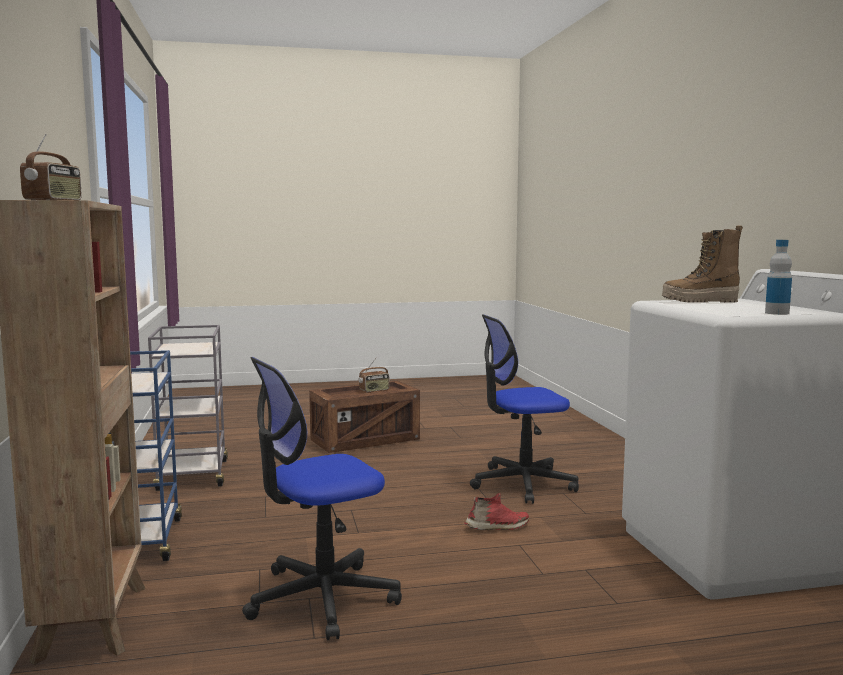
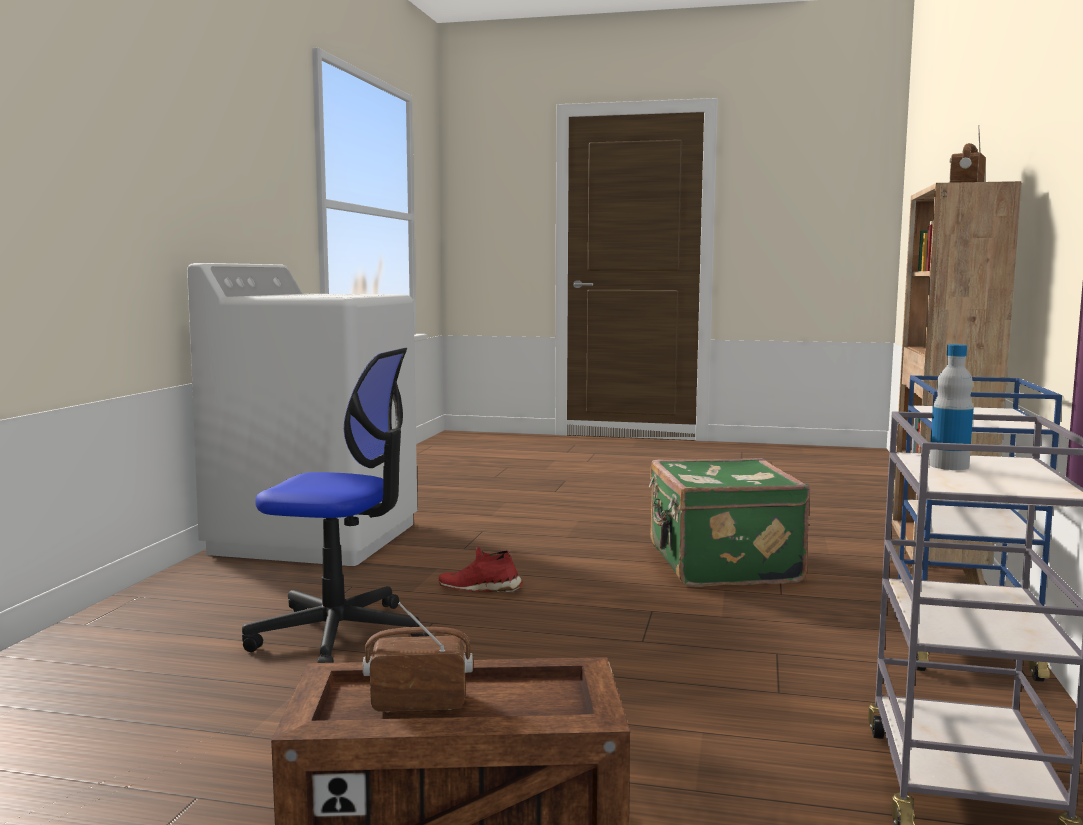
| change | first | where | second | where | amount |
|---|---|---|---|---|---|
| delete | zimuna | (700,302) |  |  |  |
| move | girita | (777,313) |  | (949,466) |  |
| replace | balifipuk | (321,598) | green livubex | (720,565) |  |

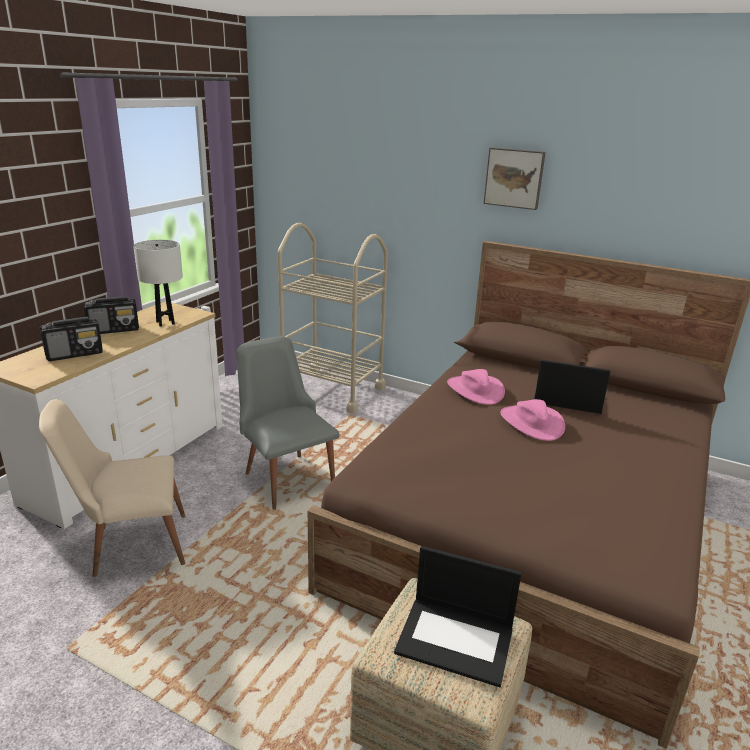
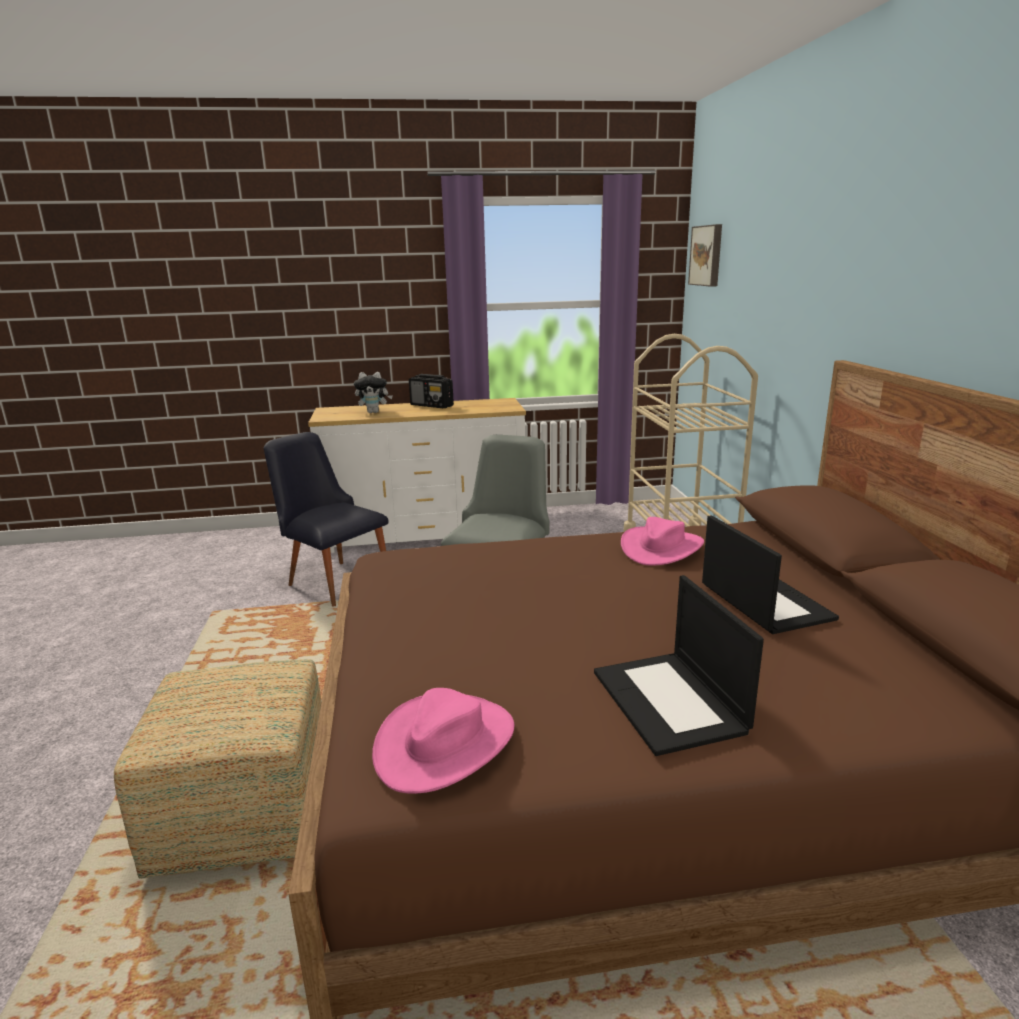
| change | first | where | second | where | amount |
|---|---|---|---|---|---|
| delete | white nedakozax | (165,323) |  |  |  |
| move | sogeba | (456,640) |  | (670,702) |  |
| move | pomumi | (514,178) |  | (707,255) |  |
| move | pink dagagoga | (531,423) |  | (445,742) |  |
| replace | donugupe | (75,354) | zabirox | (374,412) |  |
| recolor | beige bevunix | (129,545) | black bevunix | (333,580) |  |

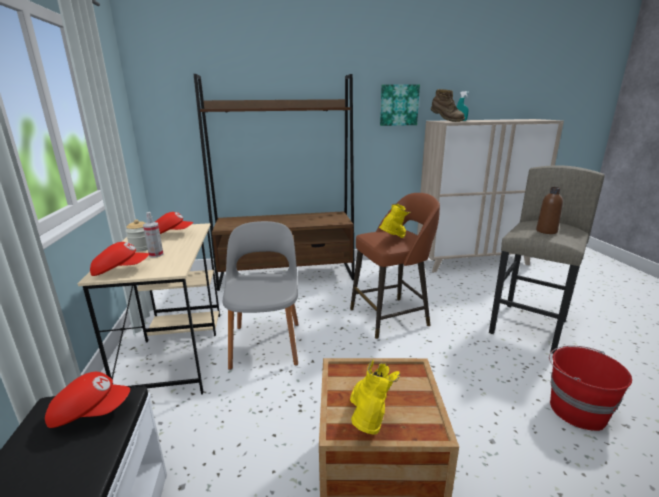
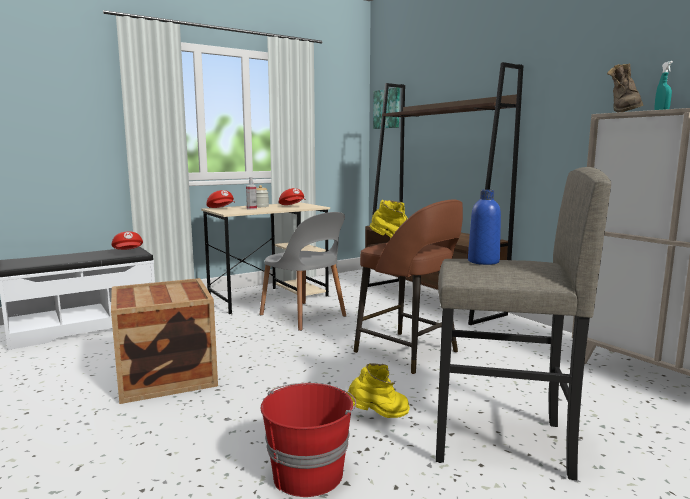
| change | first | where | second | where | amount |
|---|---|---|---|---|---|
| move | yellow zimuna | (369,421) |  | (378,416) |  |
| move | pomumi | (398,105) |  | (387,109) |  |
| recolor | brown girita | (546,231) | blue girita | (483,261) |  |
| rotate | grey bevunix | (266,343) |  | (304,316) | 75 degrees clockwise |

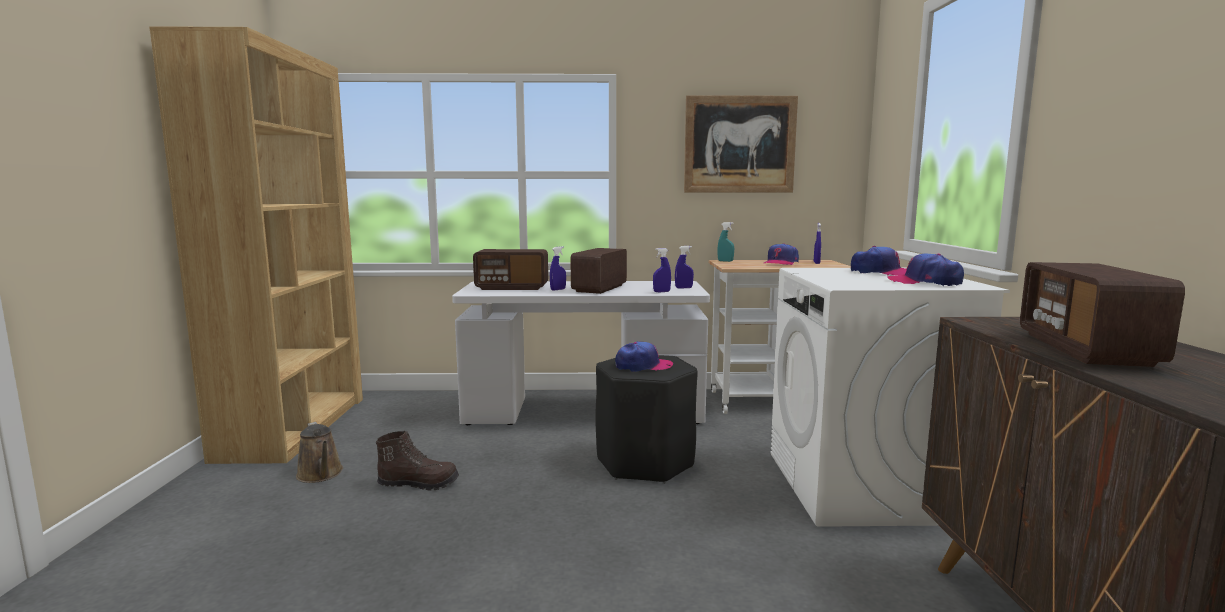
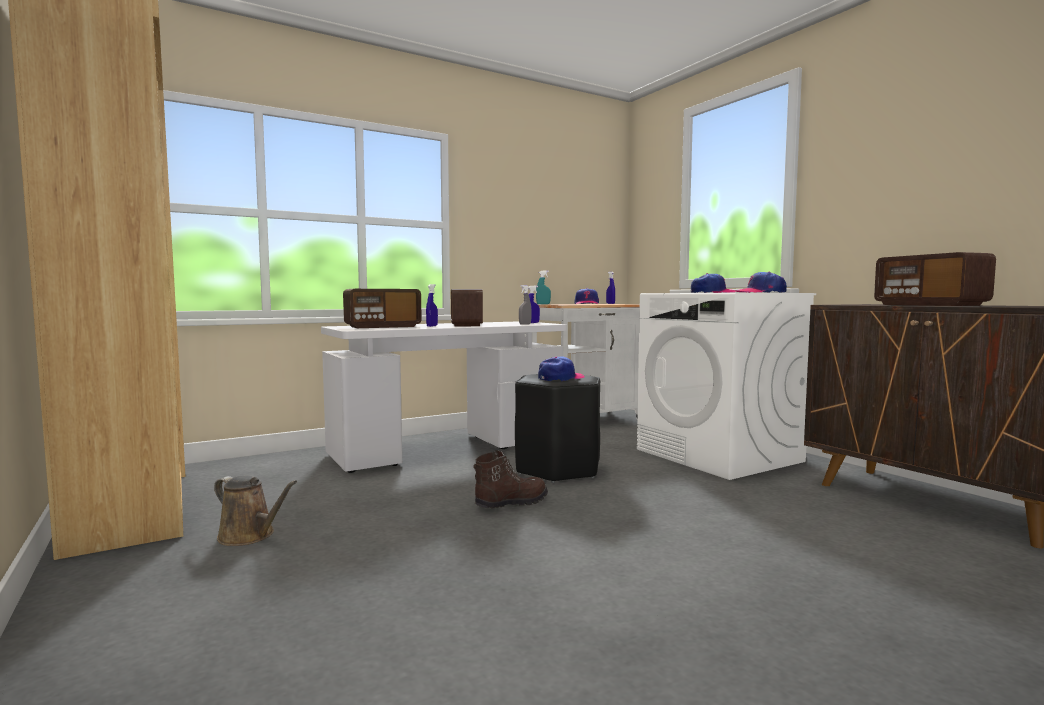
| change | first | where | second | where | amount |
|---|---|---|---|---|---|
| delete | pomumi | (739,144) |  |  |  |
| move | brown zimuna | (419,483) |  | (511,503) |  |
| recolor | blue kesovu | (661,292) | grey kesovu | (525,324) |  |

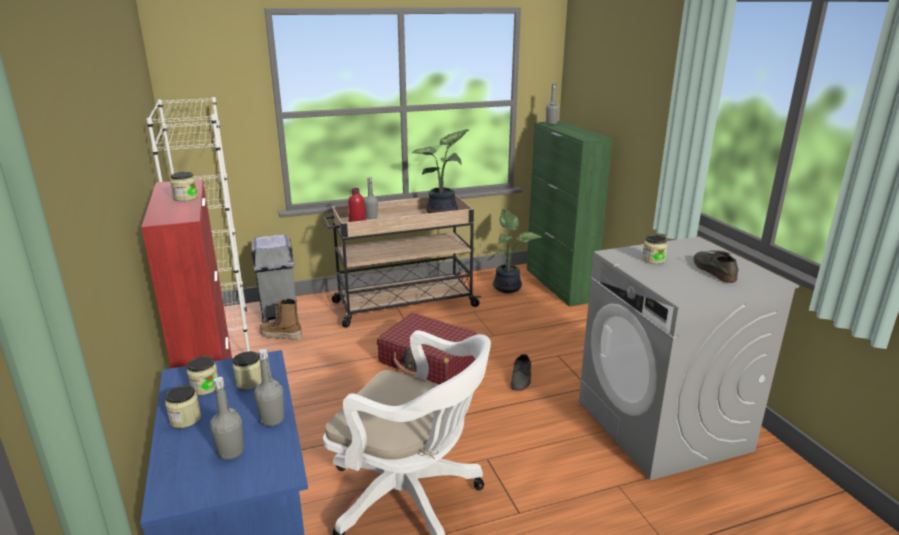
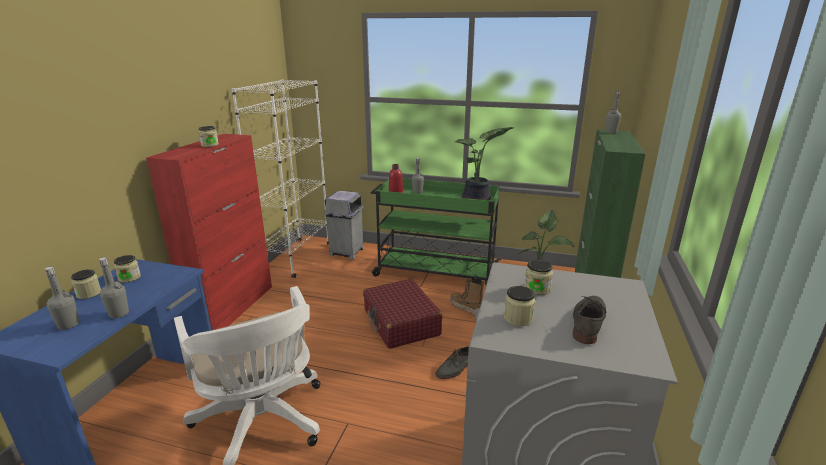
| change | first | where | second | where | amount |
|---|---|---|---|---|---|
| move | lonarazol | (249,382) |  | (518,318) |  |
| move | zimuna | (281,336) |  | (466,308) |  |
| recolor | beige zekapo | (403,304) | green zekapo | (434,272) |  |

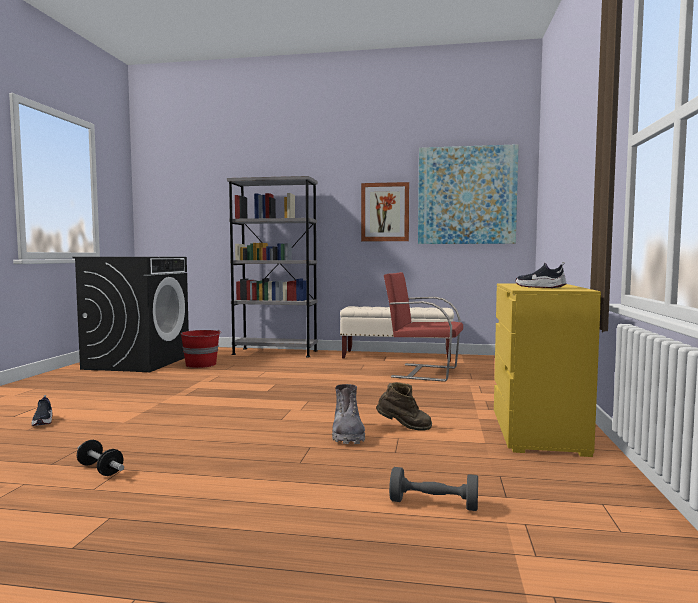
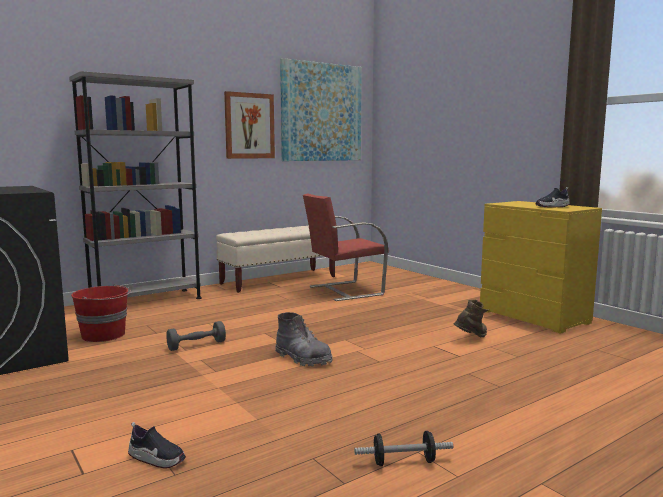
| change | first | where | second | where | amount |
|---|---|---|---|---|---|
| move | grey zimuna | (347,434) |  | (303,358) |  |
| move | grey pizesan | (433,504) |  | (196,345) |  |

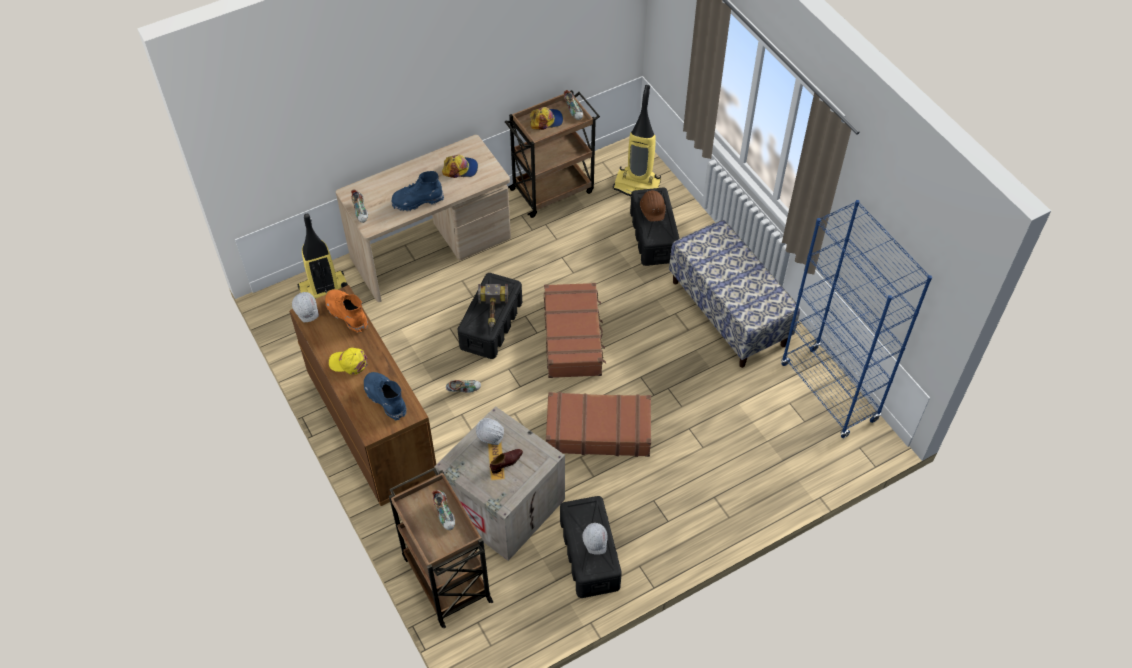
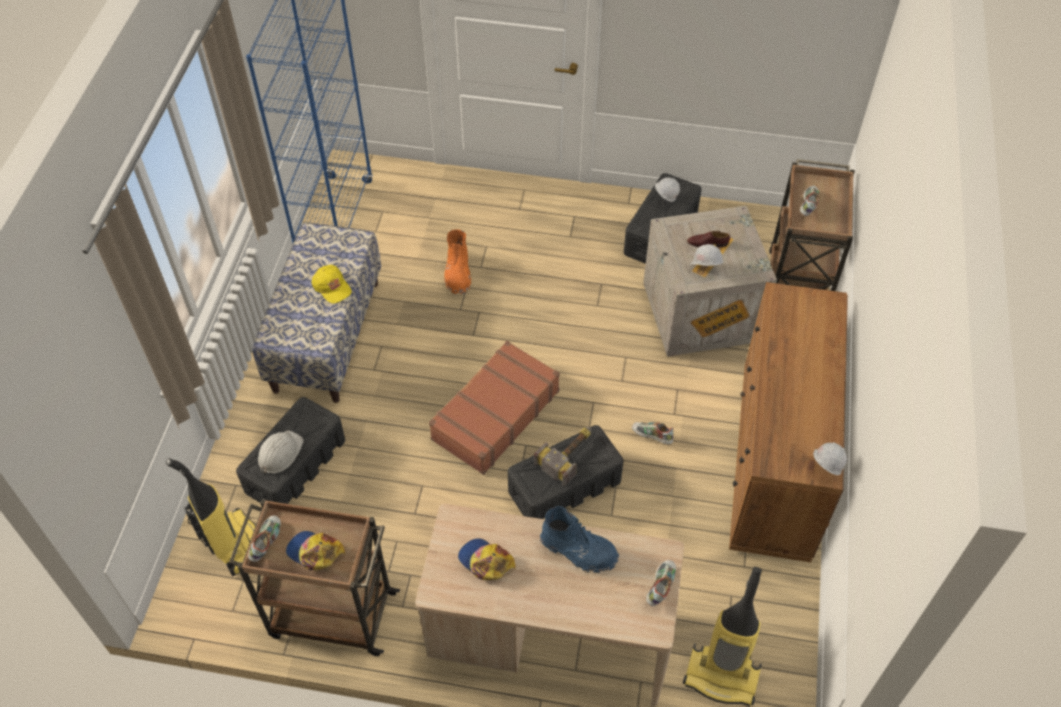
| change | first | where | second | where | amount |
|---|---|---|---|---|---|
| delete | blue zimuna | (385,399) |  |  |  |
| delete | brown livubex | (598,430) |  |  |  |
| move | orange zimuna | (347,314) |  | (458,273) |  |
| move | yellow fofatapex | (349,363) |  | (332,287) |  |
| recolor | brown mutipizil | (653,208) | white mutipizil | (280,453) |  |

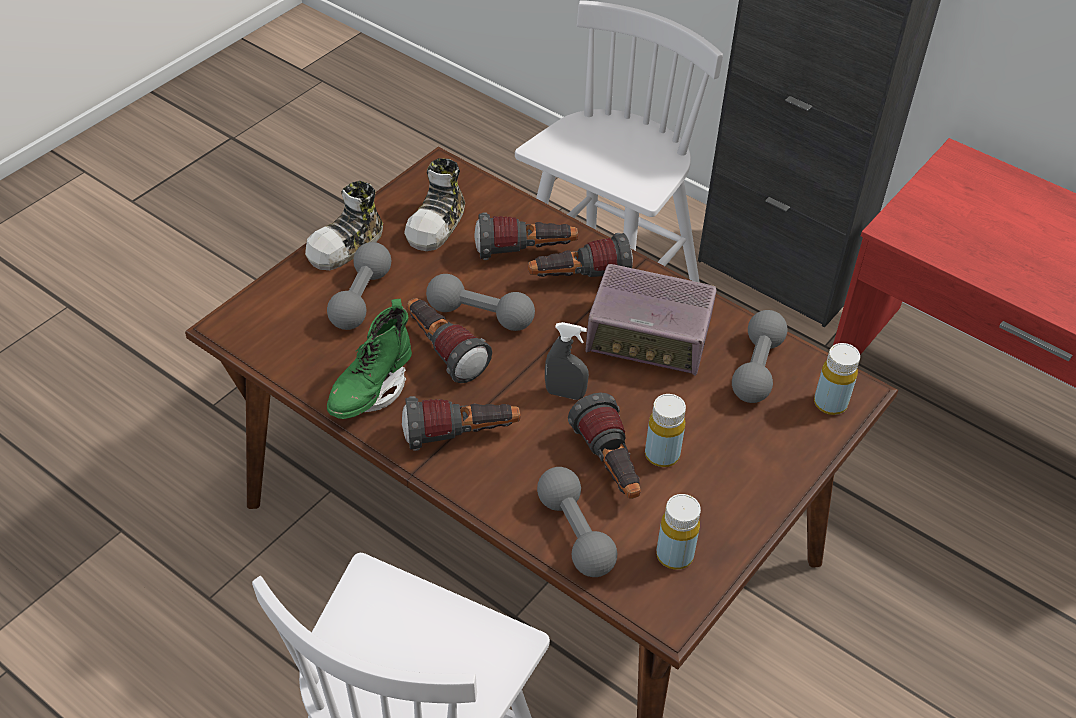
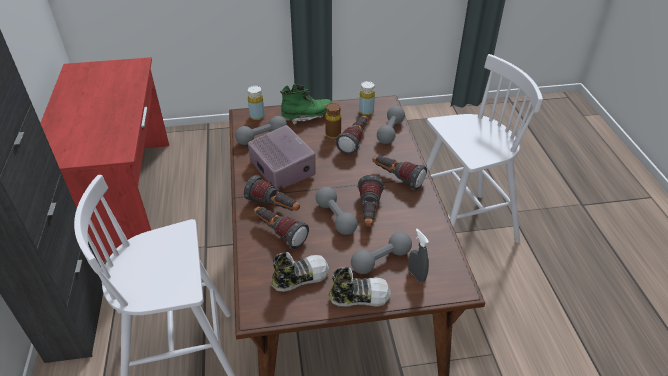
| change | first | where | second | where | amount |
|---|---|---|---|---|---|
| move | green zimuna | (371,390) |  | (307,116) |  |
| move | grey kesovu | (565,393) |  | (416,275) |  |
| recolor | yellow girita | (662,455) | brown girita | (333,134) |  |

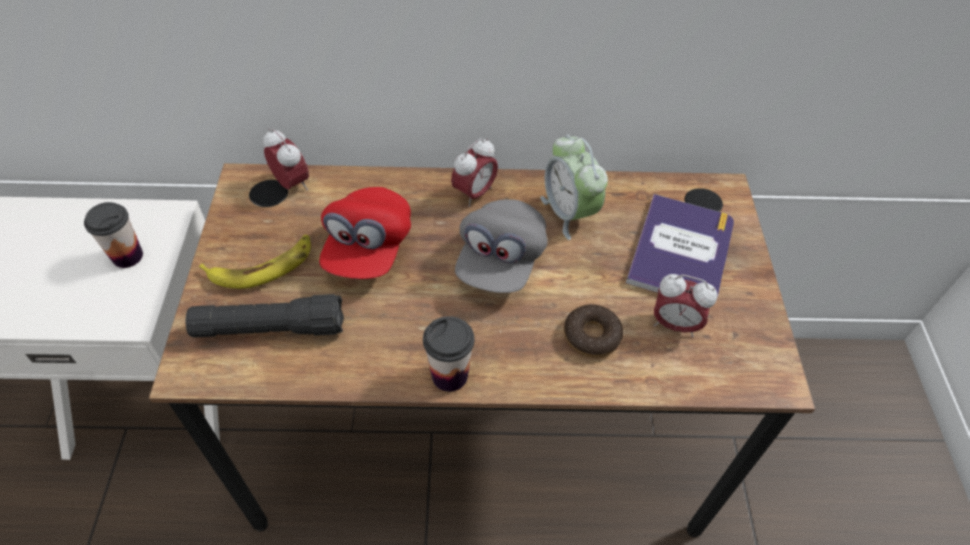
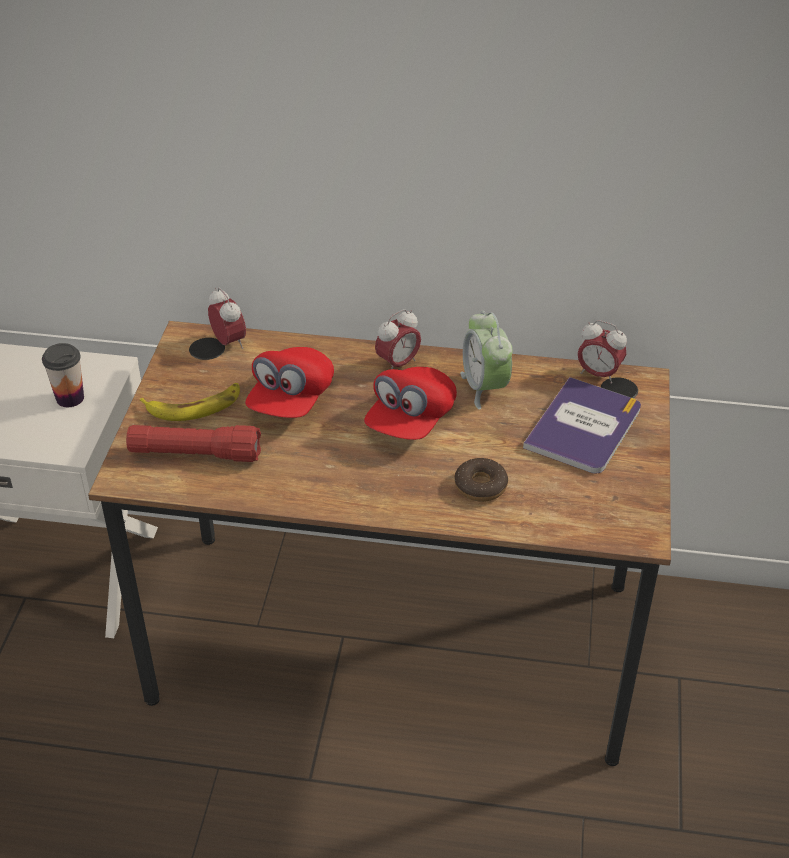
| change | first | where | second | where | amount |
|---|---|---|---|---|---|
| delete | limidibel | (449,375) |  |  |  |
| move | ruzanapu | (674,324) |  | (598,374) |  |
| recolor | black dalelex | (270,329) | red dalelex | (195,454) |  |
| recolor | grey fofatapex | (500,261) | red fofatapex | (410,420) |  |

